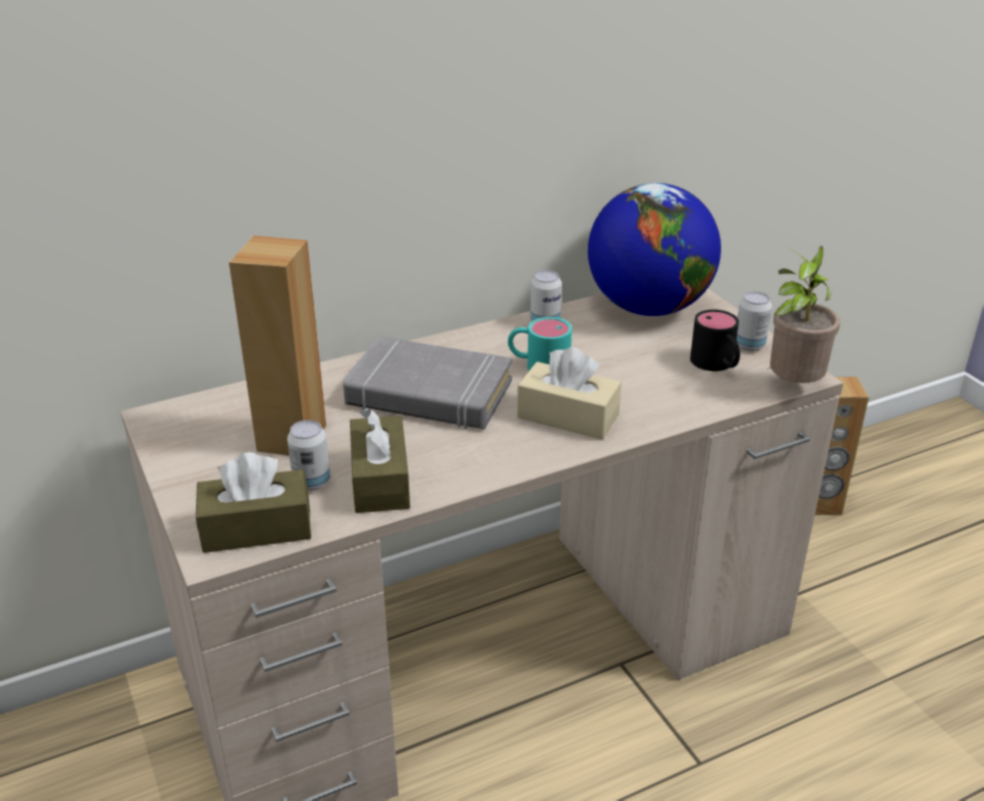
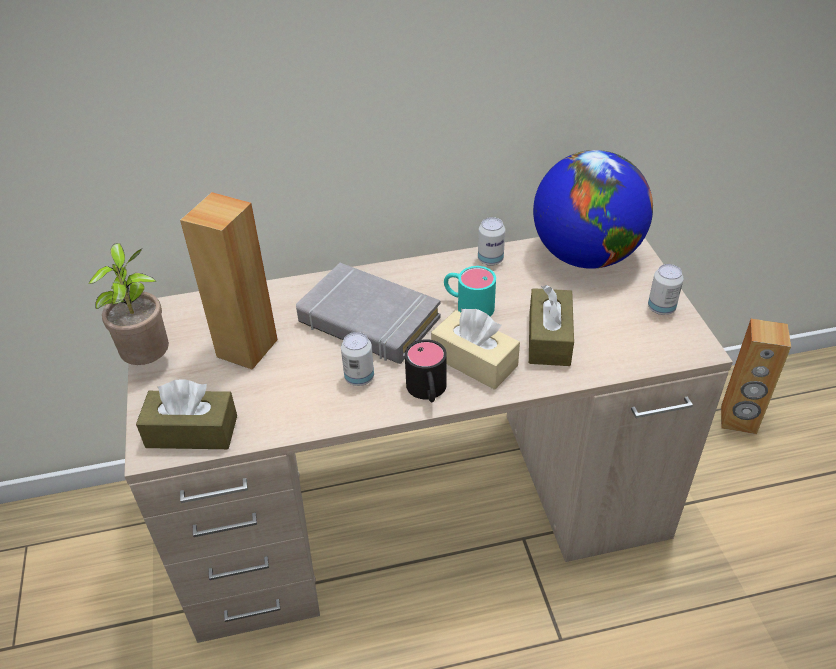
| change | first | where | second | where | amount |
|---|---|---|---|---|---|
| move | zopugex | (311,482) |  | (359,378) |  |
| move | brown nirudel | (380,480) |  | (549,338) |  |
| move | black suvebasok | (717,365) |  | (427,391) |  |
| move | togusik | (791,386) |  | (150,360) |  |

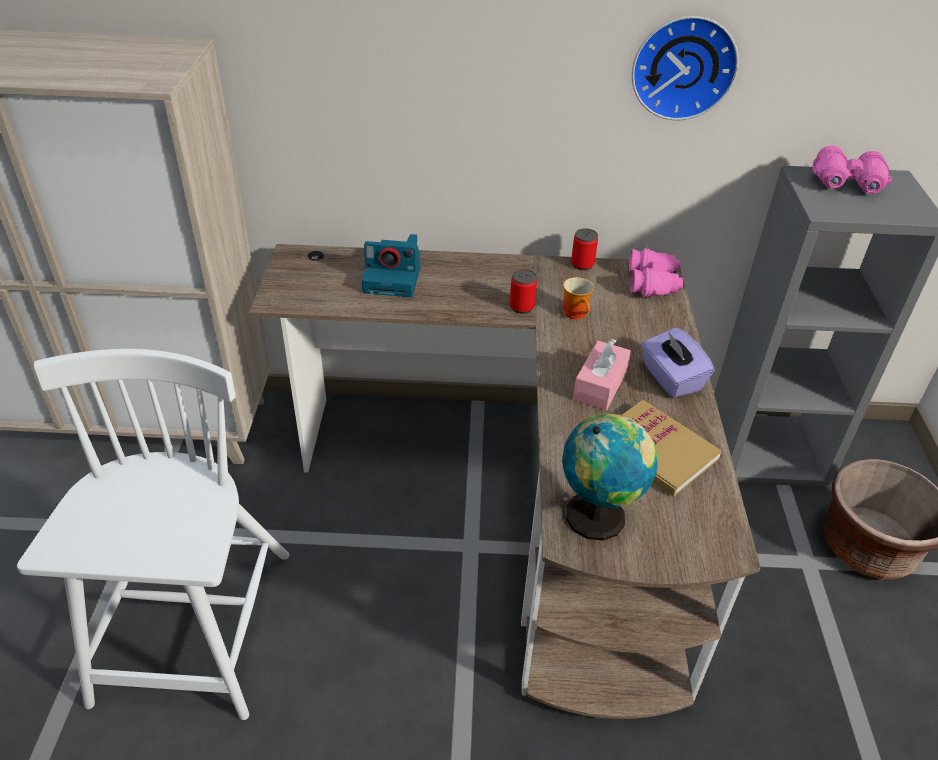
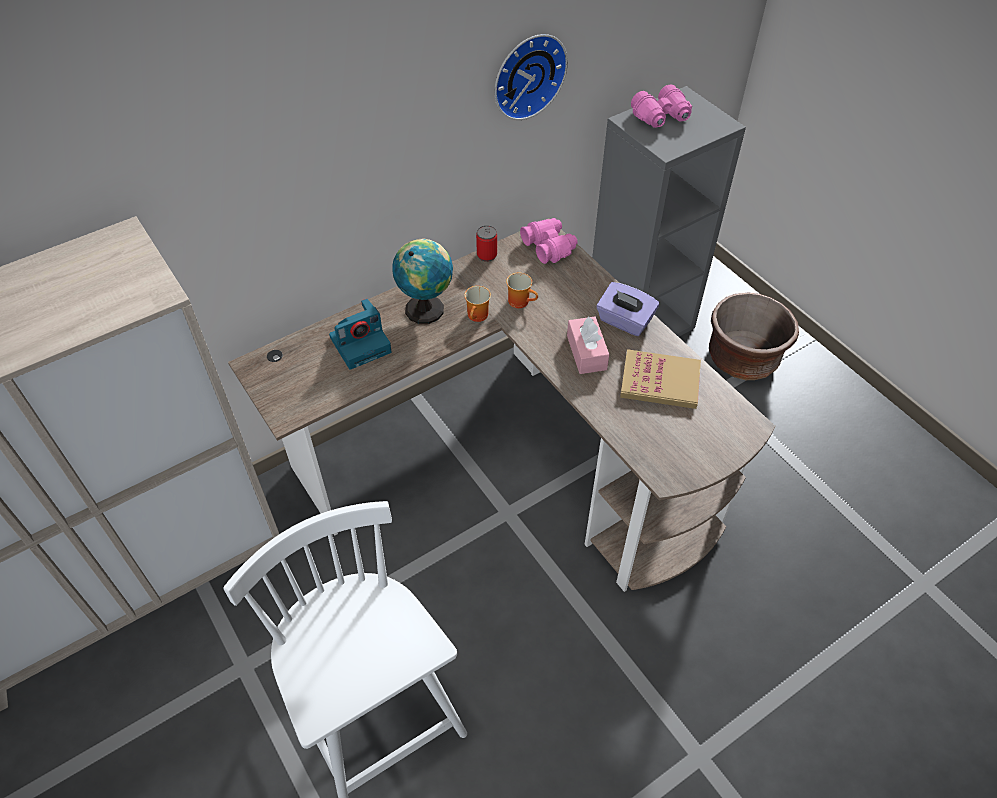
| change | first | where | second | where | amount |
|---|---|---|---|---|---|
| move | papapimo | (599,515) |  | (426,308) |  |
| replace | zopugex | (521,307) | suvebasok | (478,316) |  |

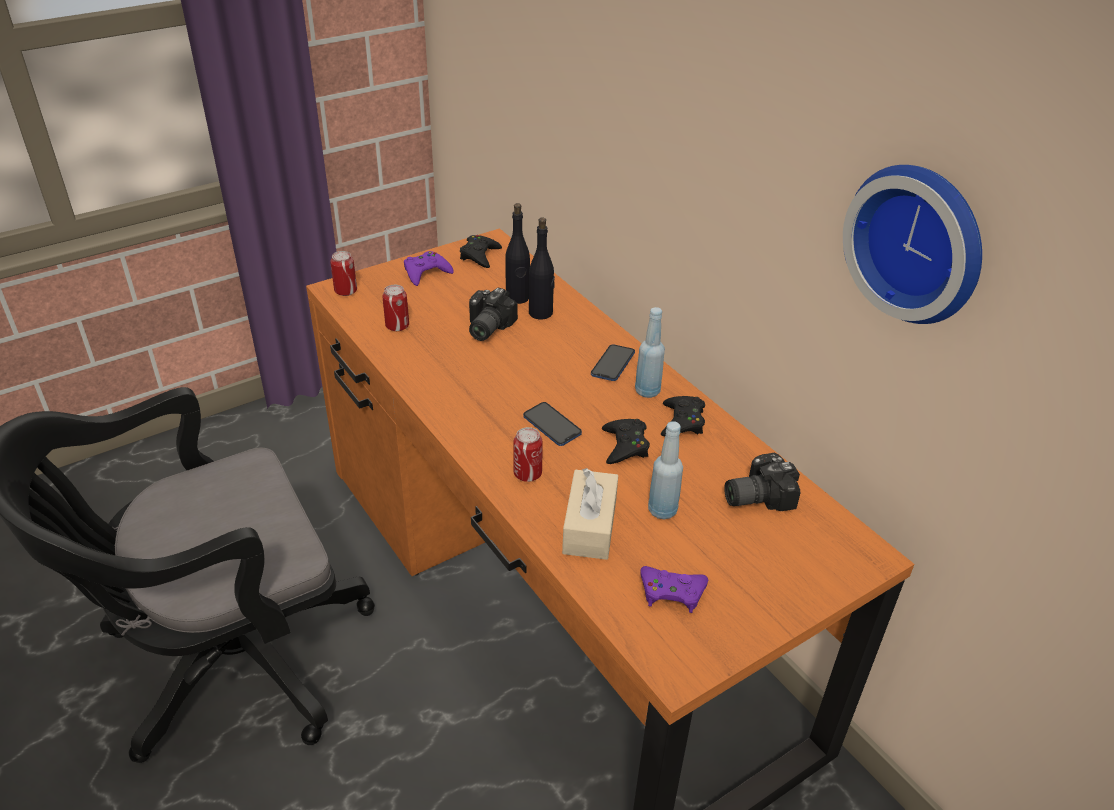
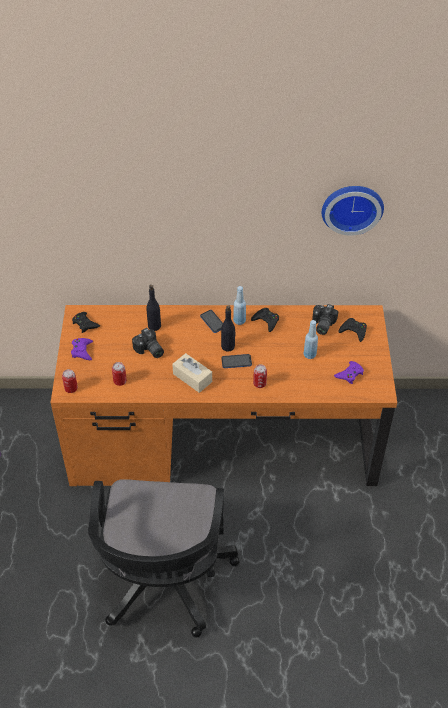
| change | first | where | second | where | amount |
|---|---|---|---|---|---|
| move | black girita | (517,298) |  | (228,346) |  |
| move | beige nirudel | (590,526) |  | (192,378) |  |
| move | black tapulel | (625,446) |  | (353,331) |  |

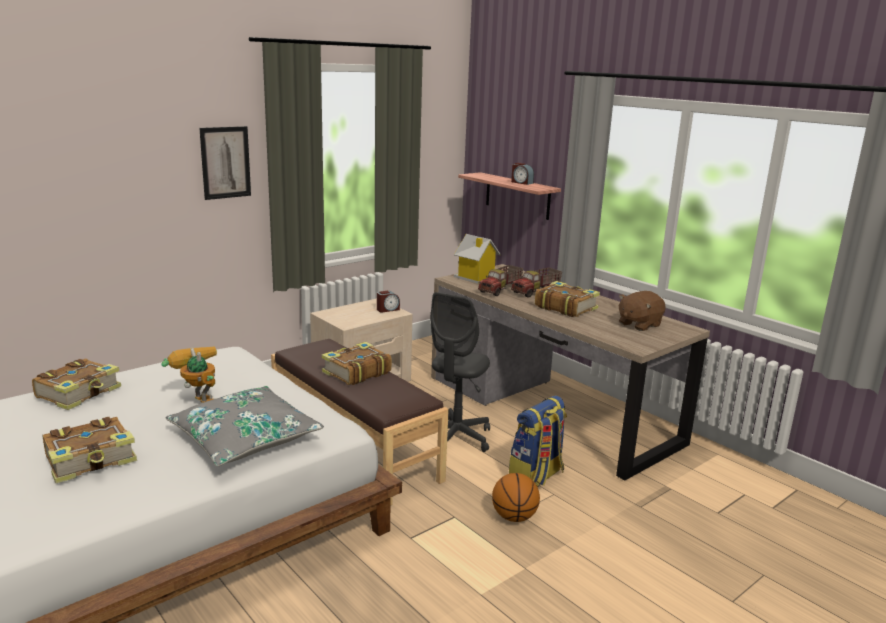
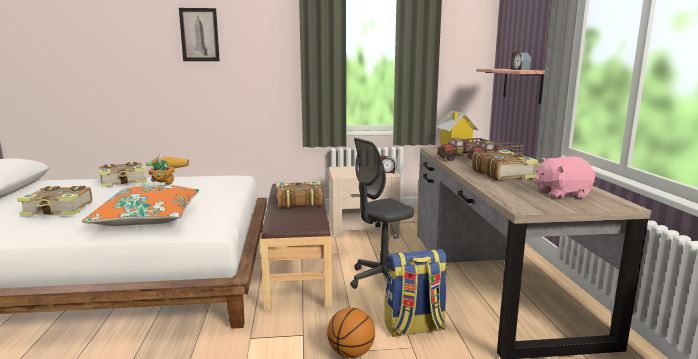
| change | first | where | second | where | amount |
|---|---|---|---|---|---|
| move | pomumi | (225,162) |  | (199,35) |  |
| recolor | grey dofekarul | (245,438) | orange dofekarul | (147,218) |  |
| recolor | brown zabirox | (638,324) | pink zabirox | (561,194) |  |

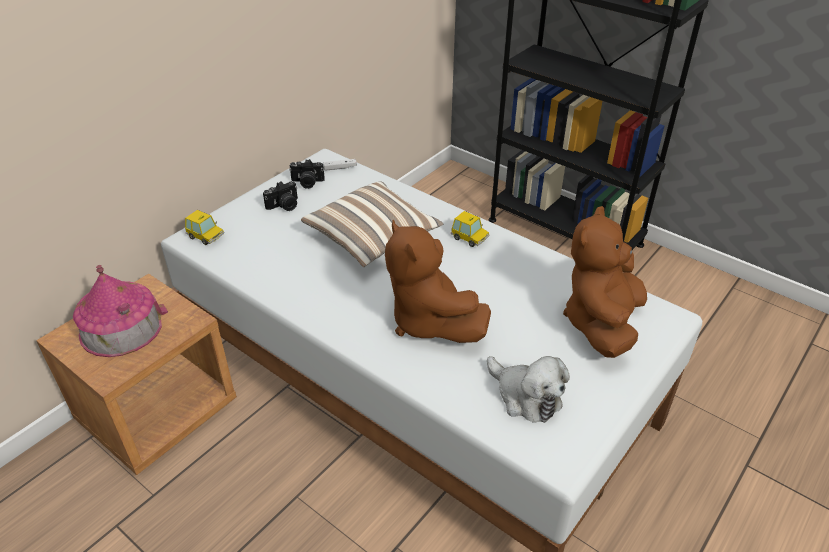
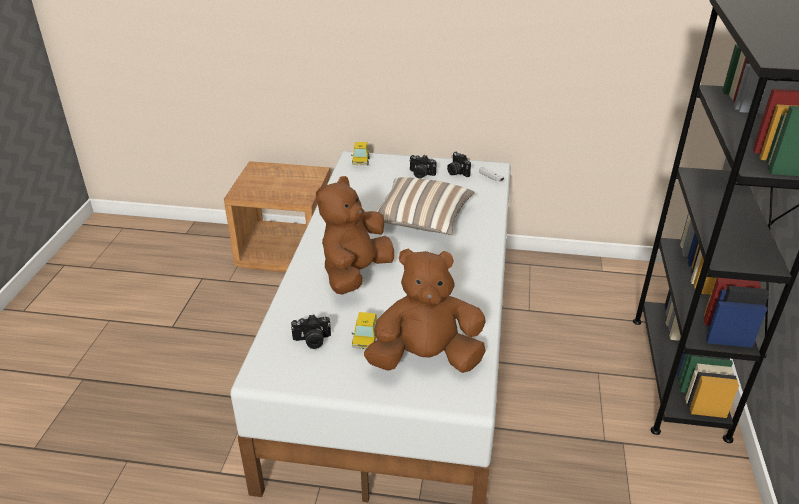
| change | first | where | second | where | amount |
|---|---|---|---|---|---|
| delete | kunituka | (121,327) |  |  |  |
| move | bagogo | (469,238) |  | (365,340) |  |
| replace | zabirox | (525,396) | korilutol | (312,341) |  |

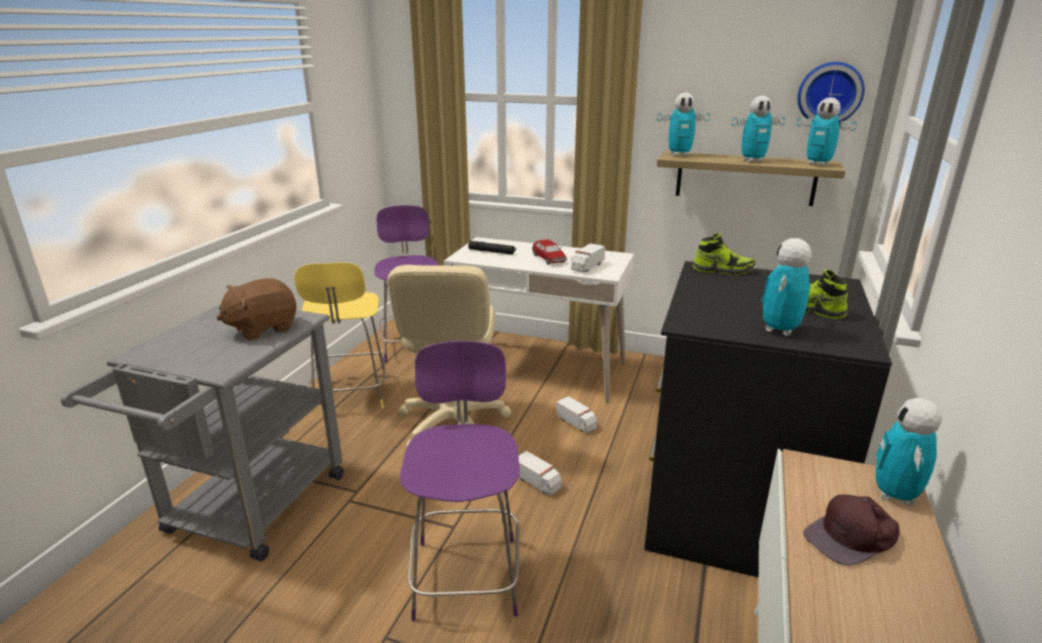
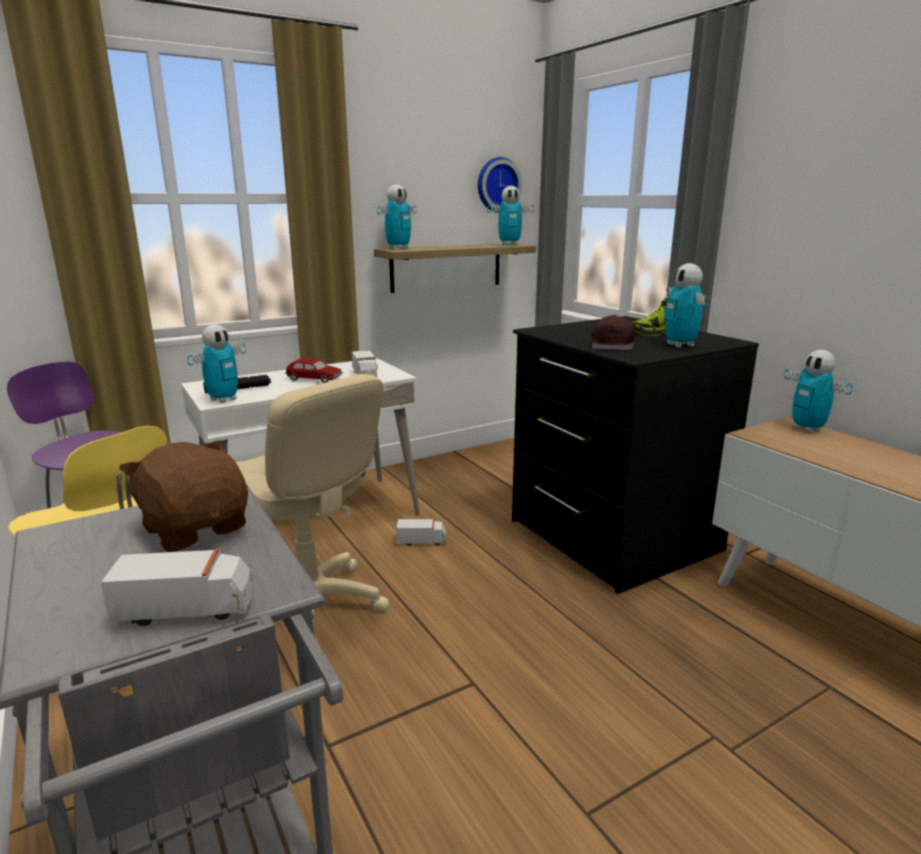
| change | first | where | second | where | amount |
|---|---|---|---|---|---|
| delete | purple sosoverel | (466,573) |  |  |  |
| delete | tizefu | (722,270) |  |  |  |
| move | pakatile | (537,482) |  | (187,610) |  |
| move | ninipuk | (752,161) |  | (223,400) |  |
| move | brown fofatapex | (852,537) |  | (613,345) |  |
| rotate | brown zabirox | (262,328) |  | (196,529) | 135 degrees clockwise |

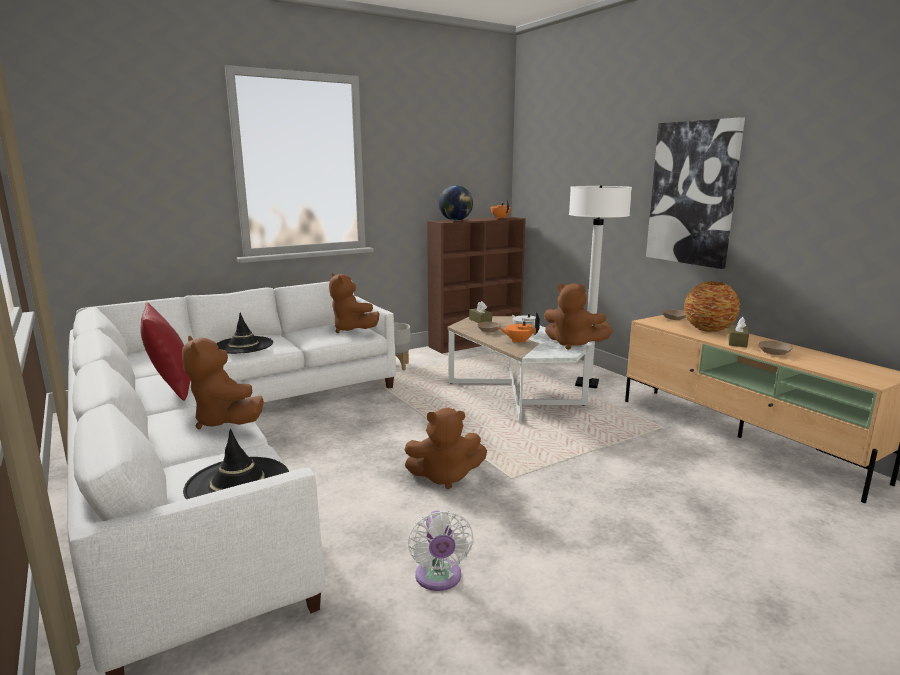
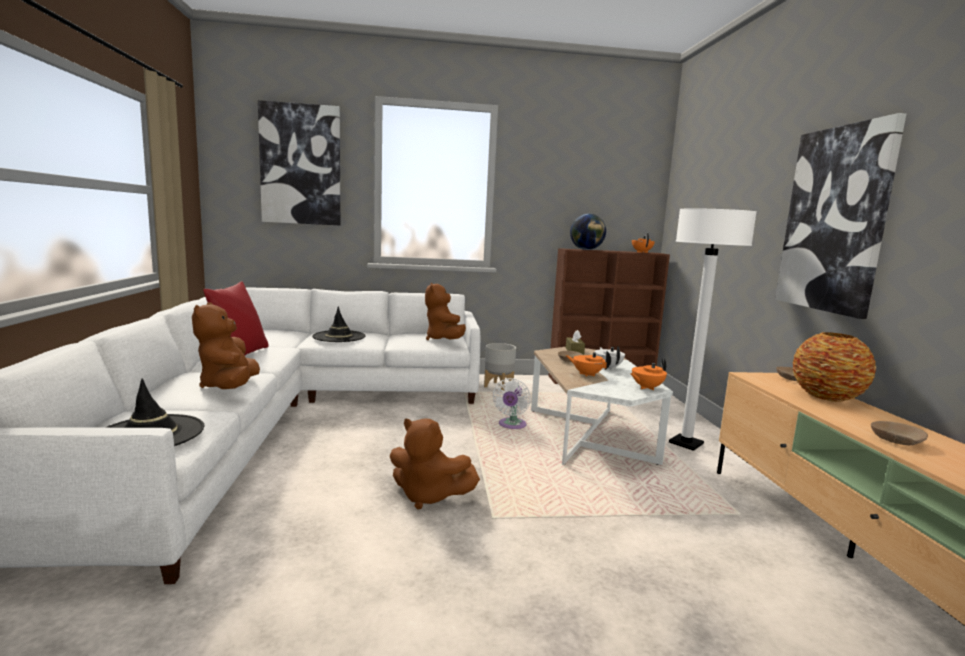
| change | first | where | second | where | amount |
|---|---|---|---|---|---|
| delete | brown nirudel | (737,342) |  |  |  |
| insert |  |  | pomumi | (301,165) |  |
| move | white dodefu | (438,579) |  | (511,425) |  |
| replace | brown zabirox | (573,344) | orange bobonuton | (646,387) |  |

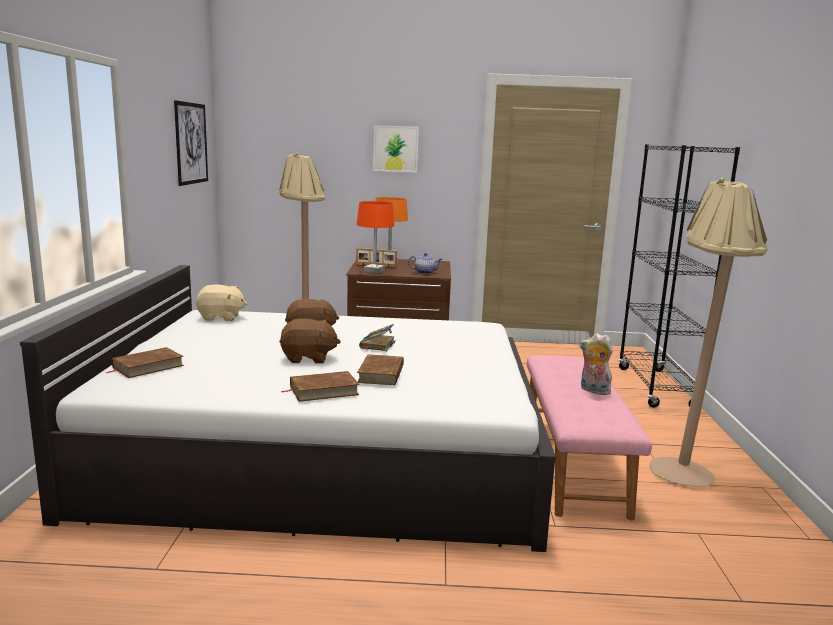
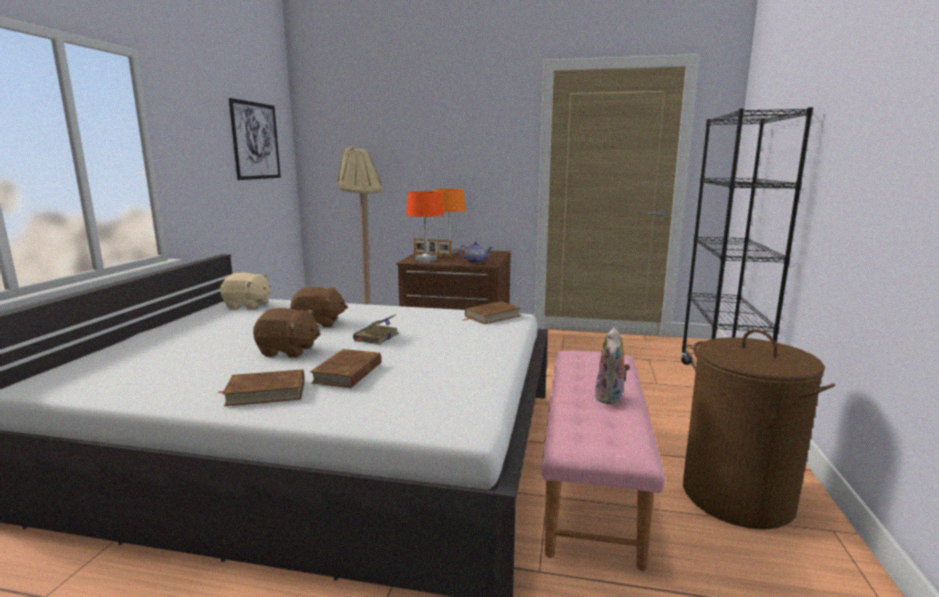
| change | first | where | second | where | amount |
|---|---|---|---|---|---|
| delete | pomumi | (395,149) |  |  |  |
| move | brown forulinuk | (147,366) |  | (492,316) |  |
| replace | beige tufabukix | (689,469) | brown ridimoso | (738,496) |  |
| rotate | zabirox | (593,390) |  | (611,398) | 120 degrees counterclockwise |

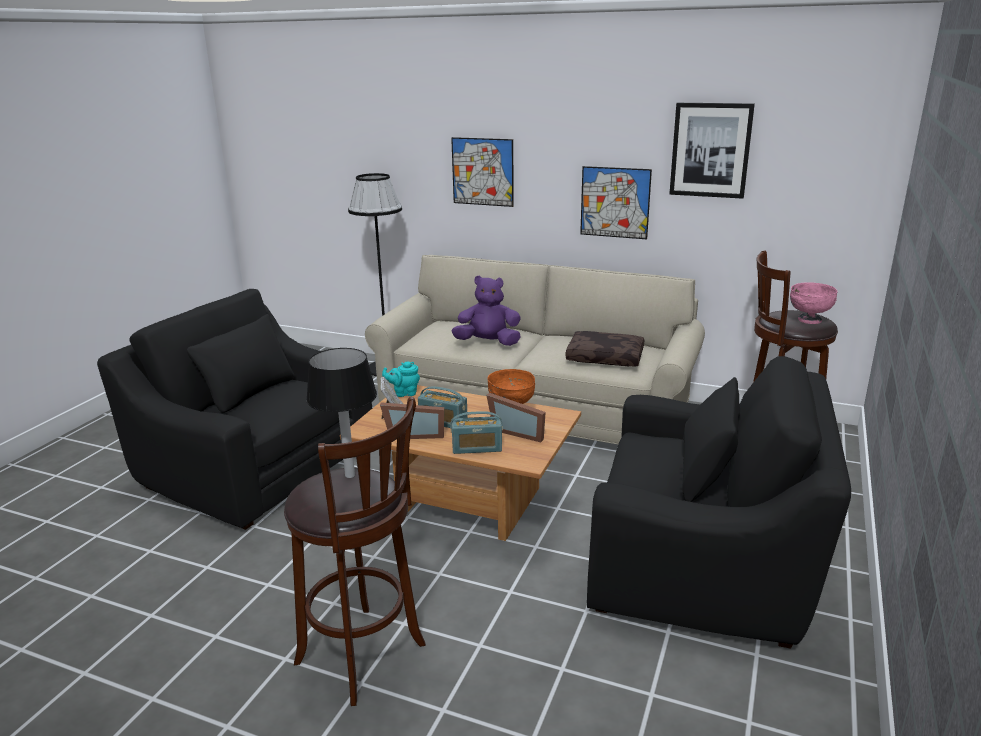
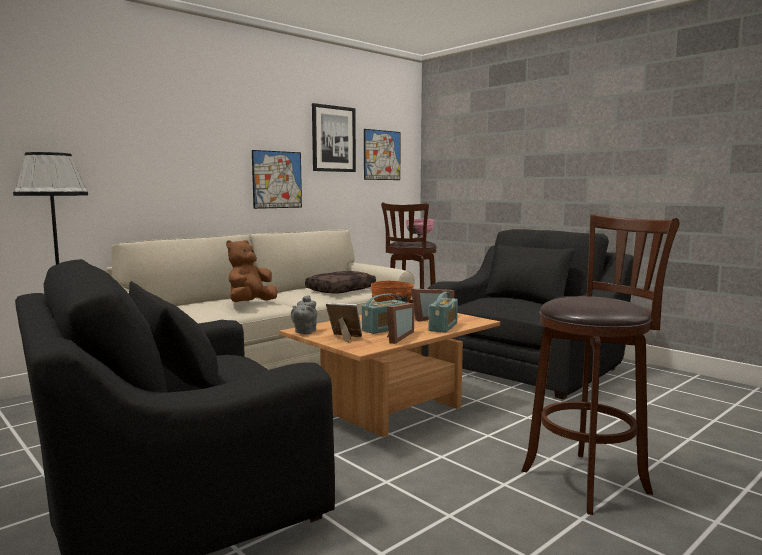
| change | first | where | second | where | amount |
|---|---|---|---|---|---|
| delete | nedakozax | (350,475) |  |  |  |
| move | pomumi | (482,172) |  | (382,155) |  |
| recolor | turquoise bobonuton | (404,393) | grey bobonuton | (304,332) |  |
| recolor | purple zabirox | (488,343) | brown zabirox | (250,303) |  |

